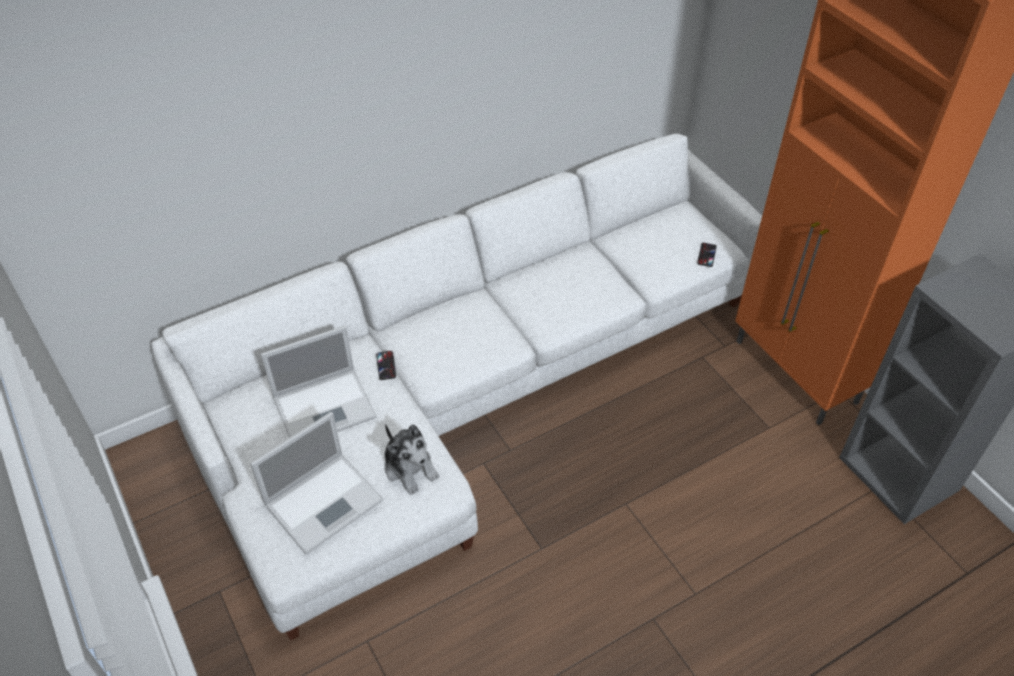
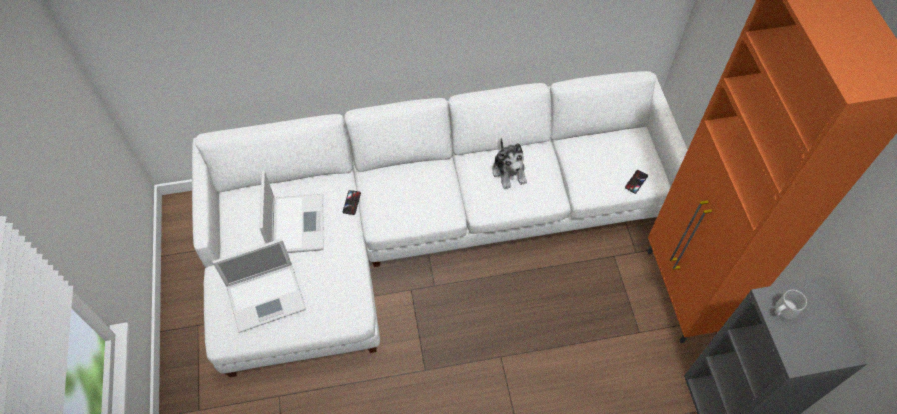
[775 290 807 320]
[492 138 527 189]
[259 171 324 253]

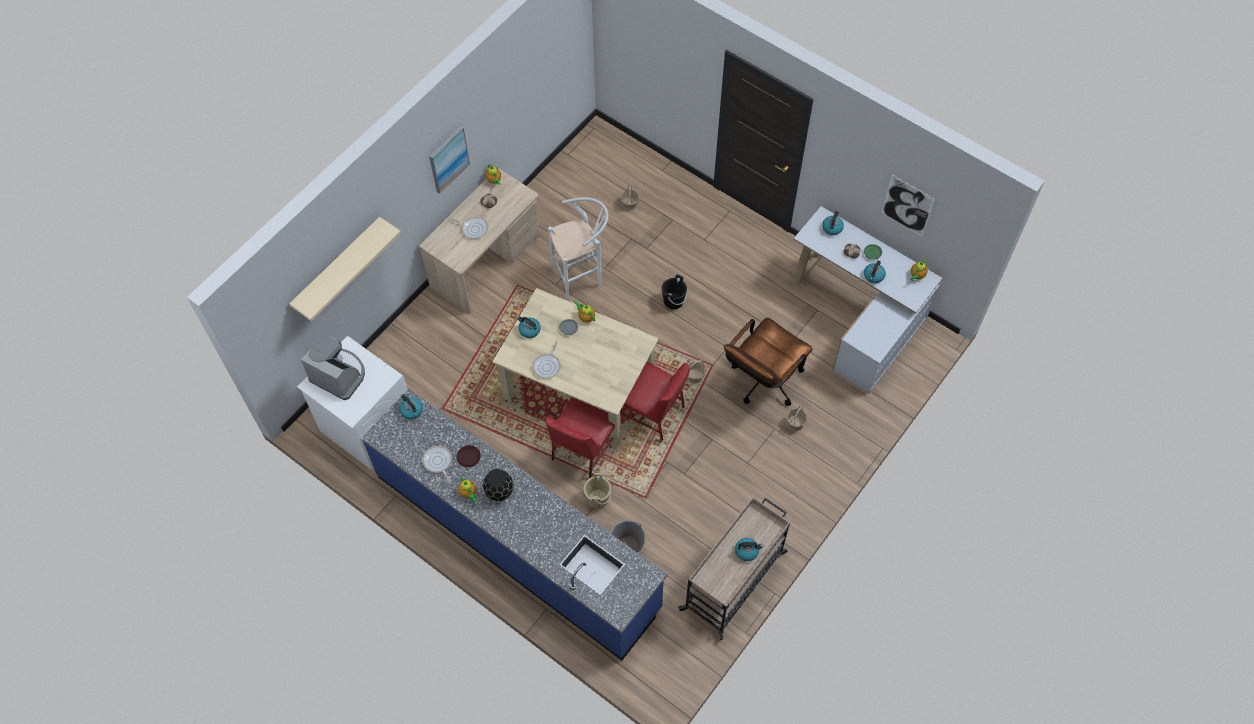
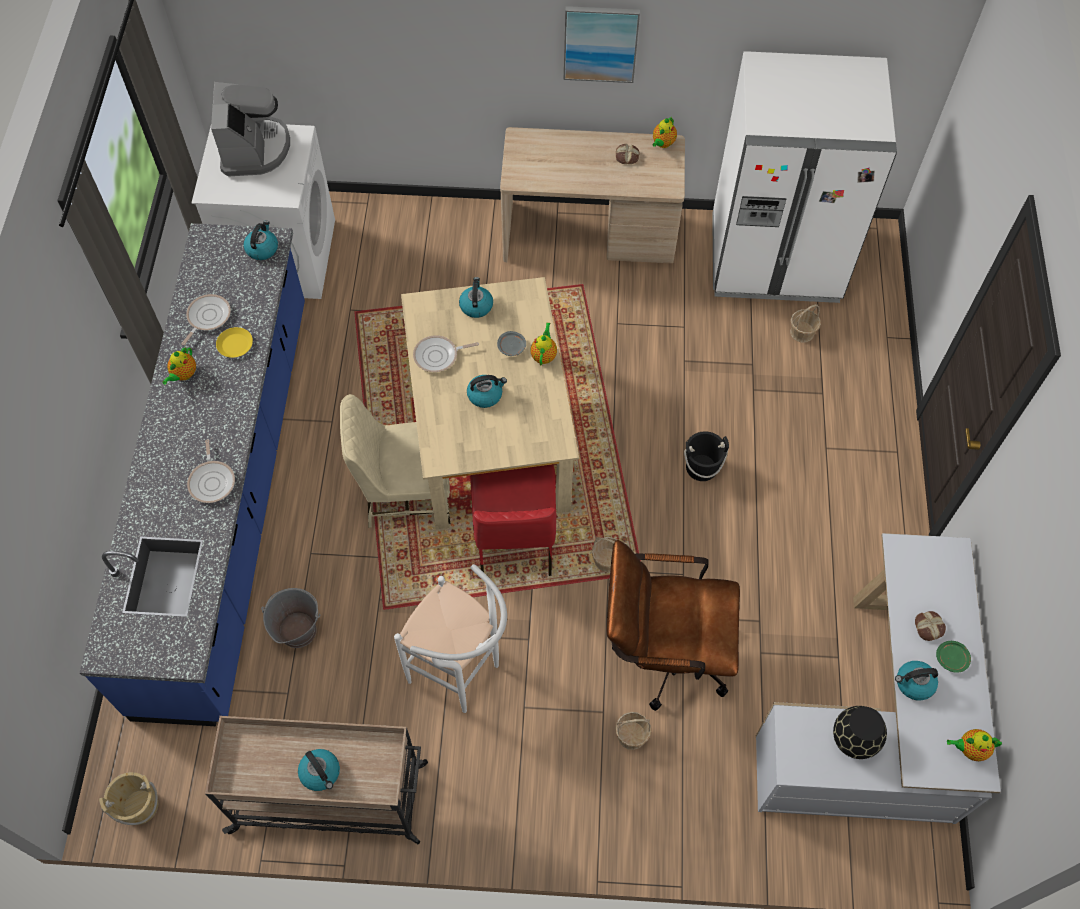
[289 217 401 321] (first image)
[881 175 935 237] (first image)
[712 51 897 303]
[187 439 235 503]
[833 706 887 759]
[394 564 507 713]
[99 772 158 825]
[467 375 507 408]
[216 327 253 358]
[340 394 450 528]

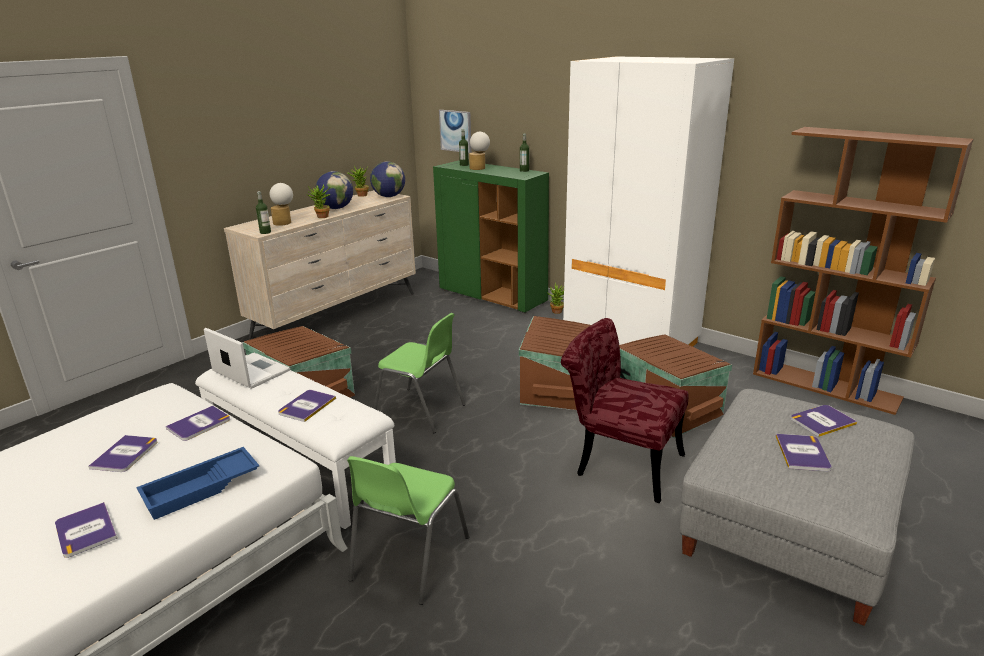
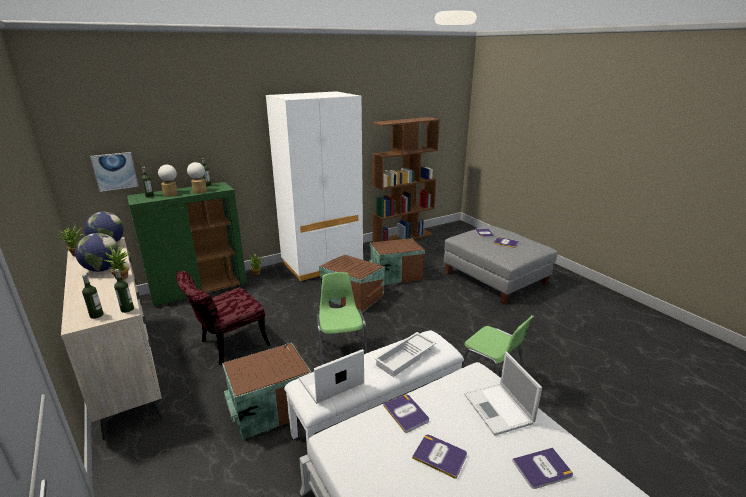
[82 274 104 319]
[187 162 207 194]
[176 271 270 365]
[464 351 542 436]
[374 332 436 377]
[316 272 367 365]

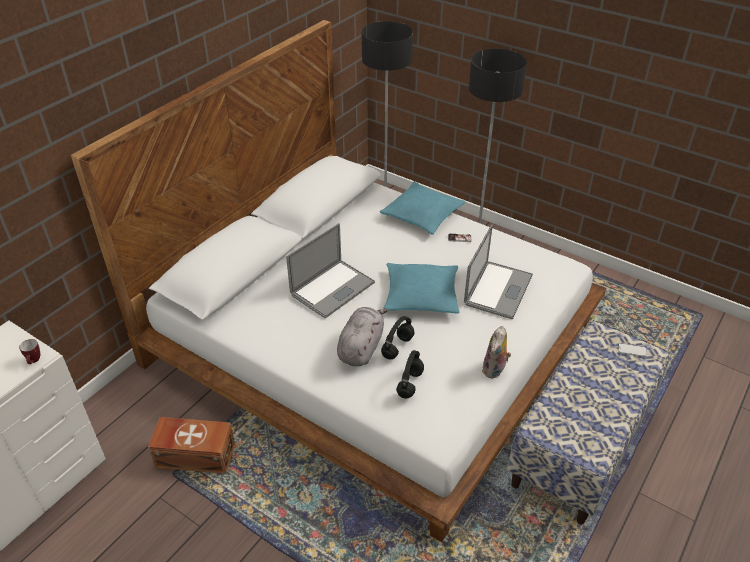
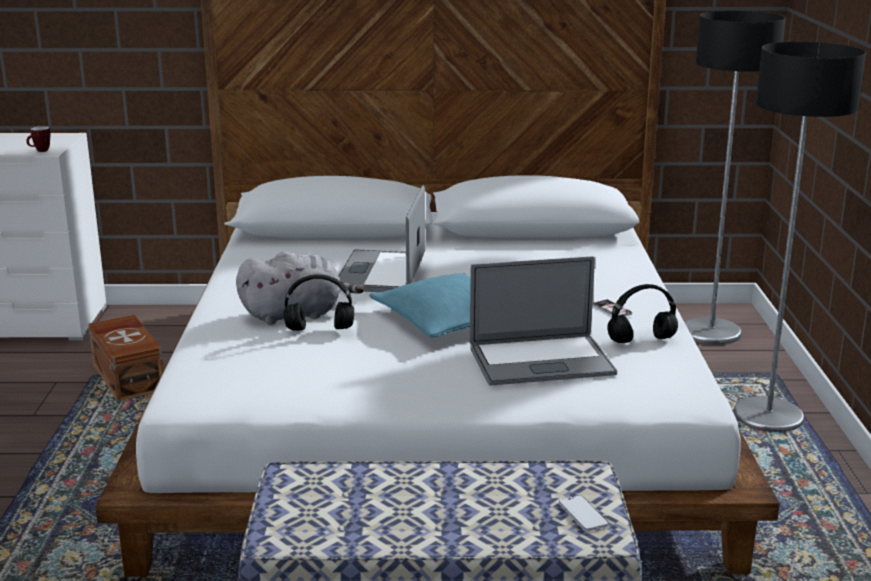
[380 182 465 235] (first image)
[482 326 511 379] (first image)
[607 284 678 343]
[338 186 425 292]

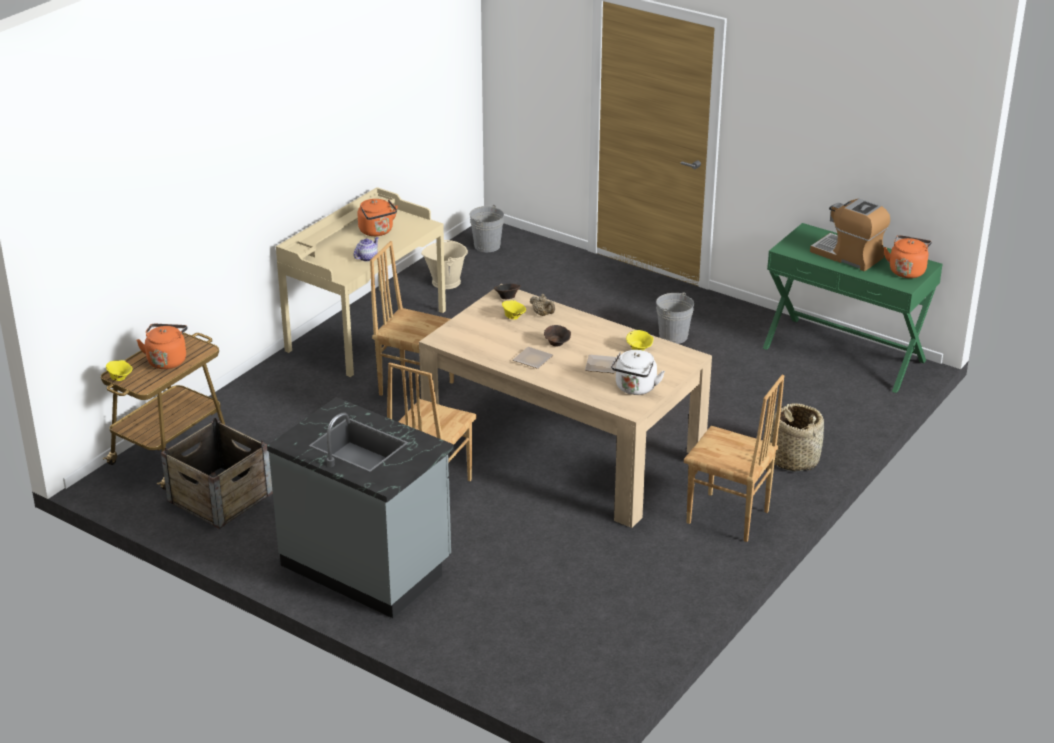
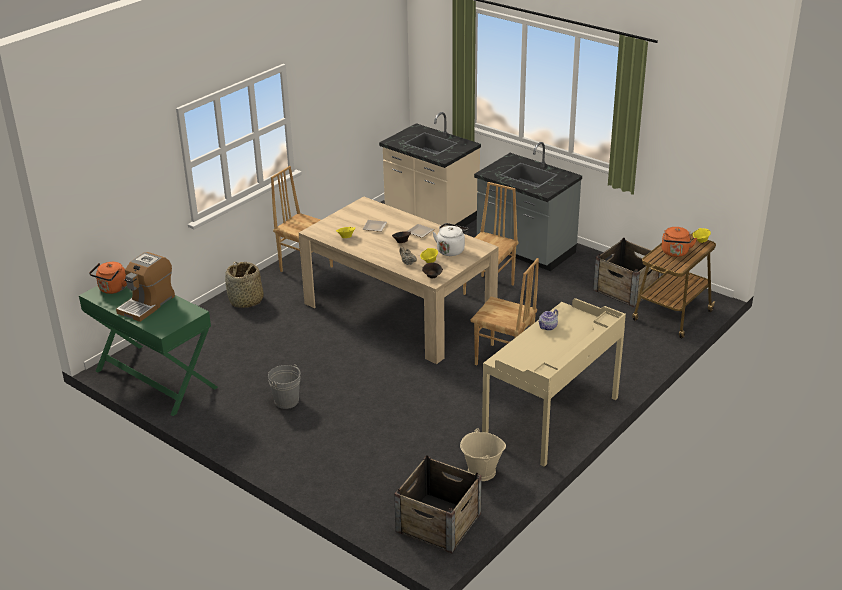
[358 199 398 236] (first image)
[379 112 481 227]
[433 223 469 256]
[394 455 482 553]
[116 252 175 322]

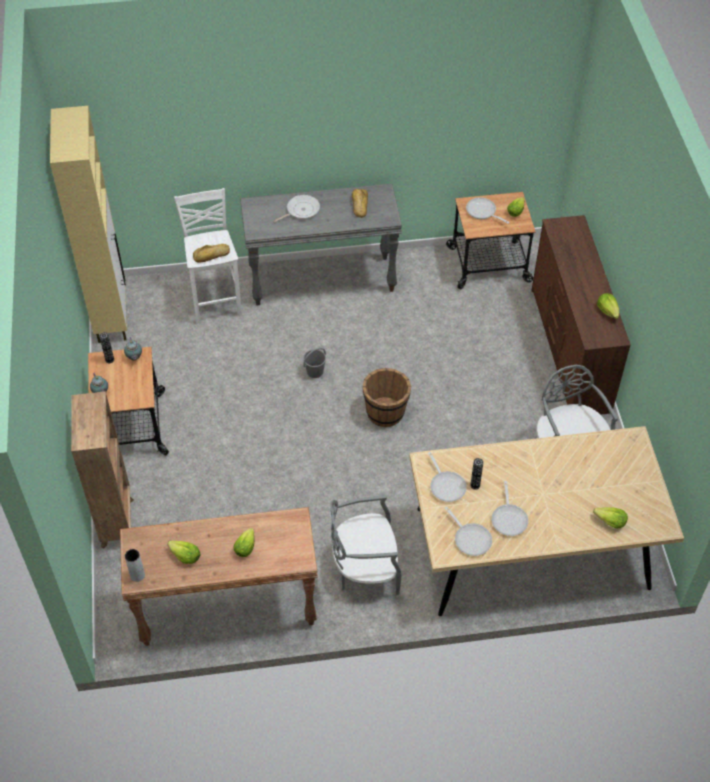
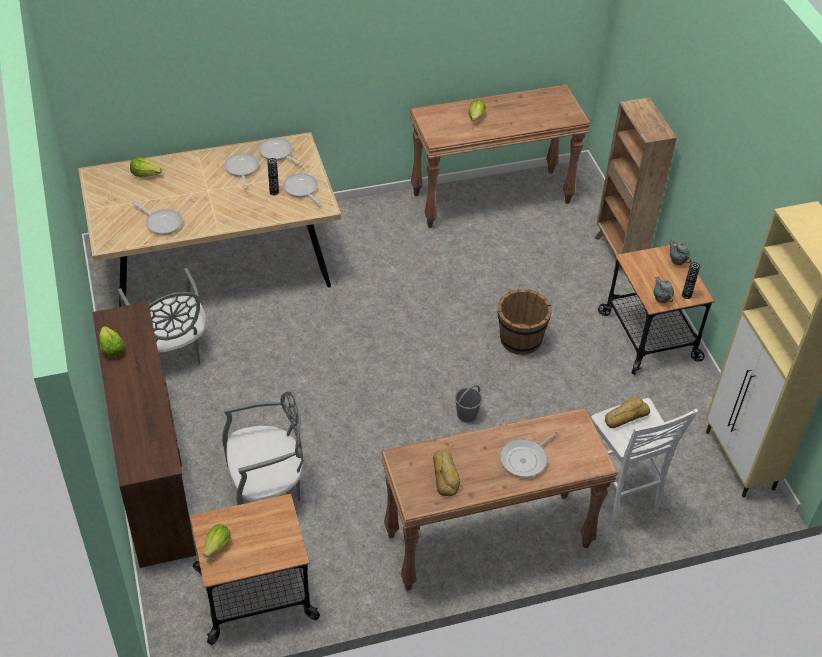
[125 549 145 582] (first image)
[167 541 200 564] (first image)
[222 391 303 505]
[497 289 552 355]
[131 201 183 235]
[381 408 618 591]

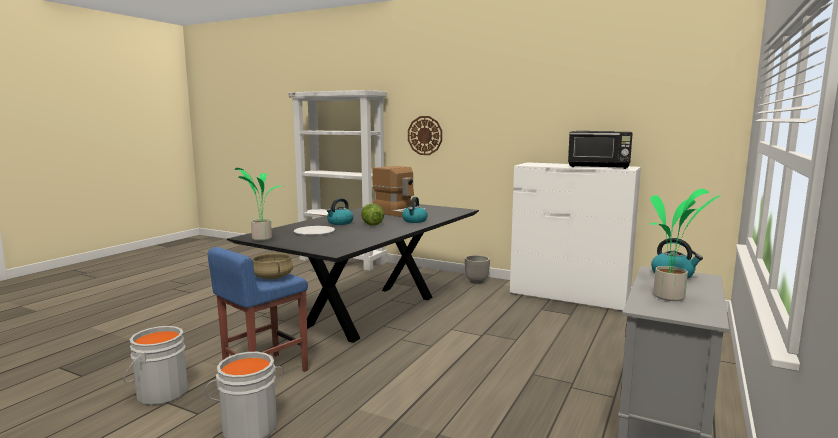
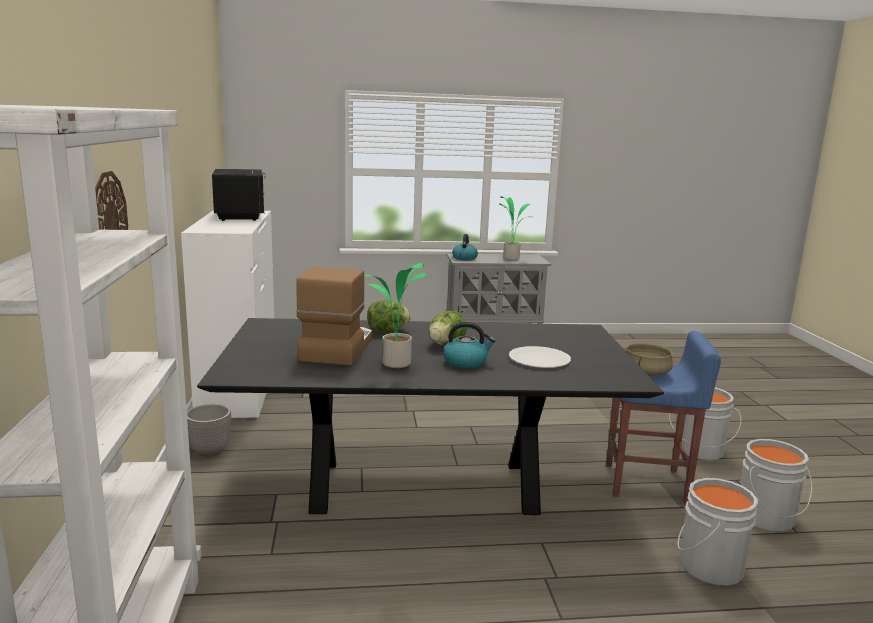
[677 478 758 586]
[364 263 426 368]
[367 300 411 332]

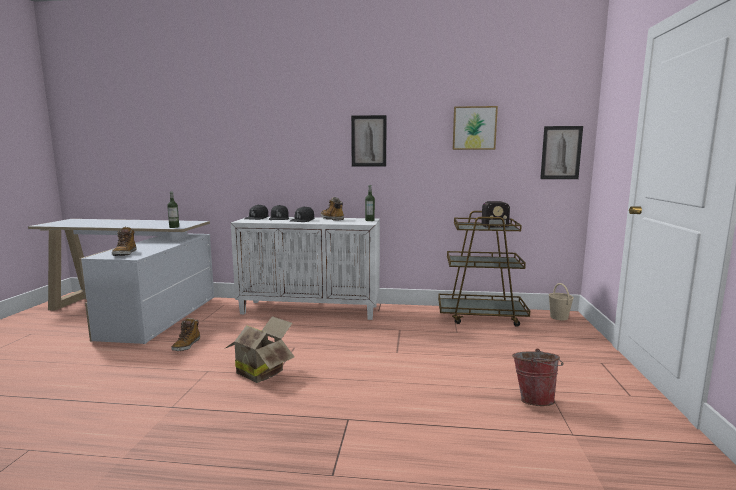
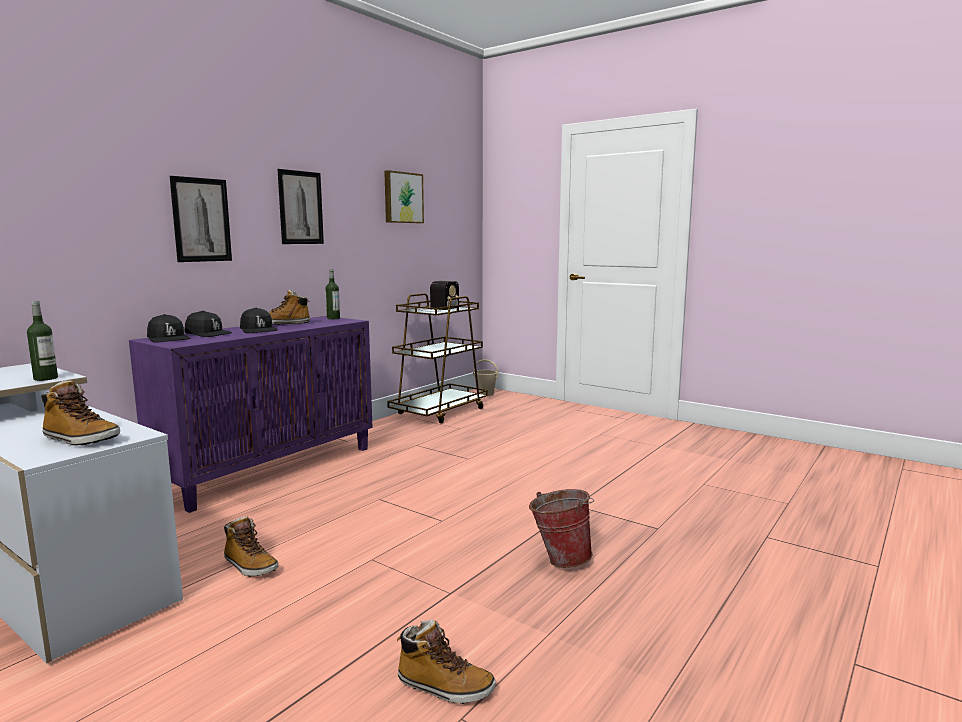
[224 316 295 383] (first image)
[397 620 496 704]
[529 489 594 568]
[170 176 232 262]
[129 316 373 513]

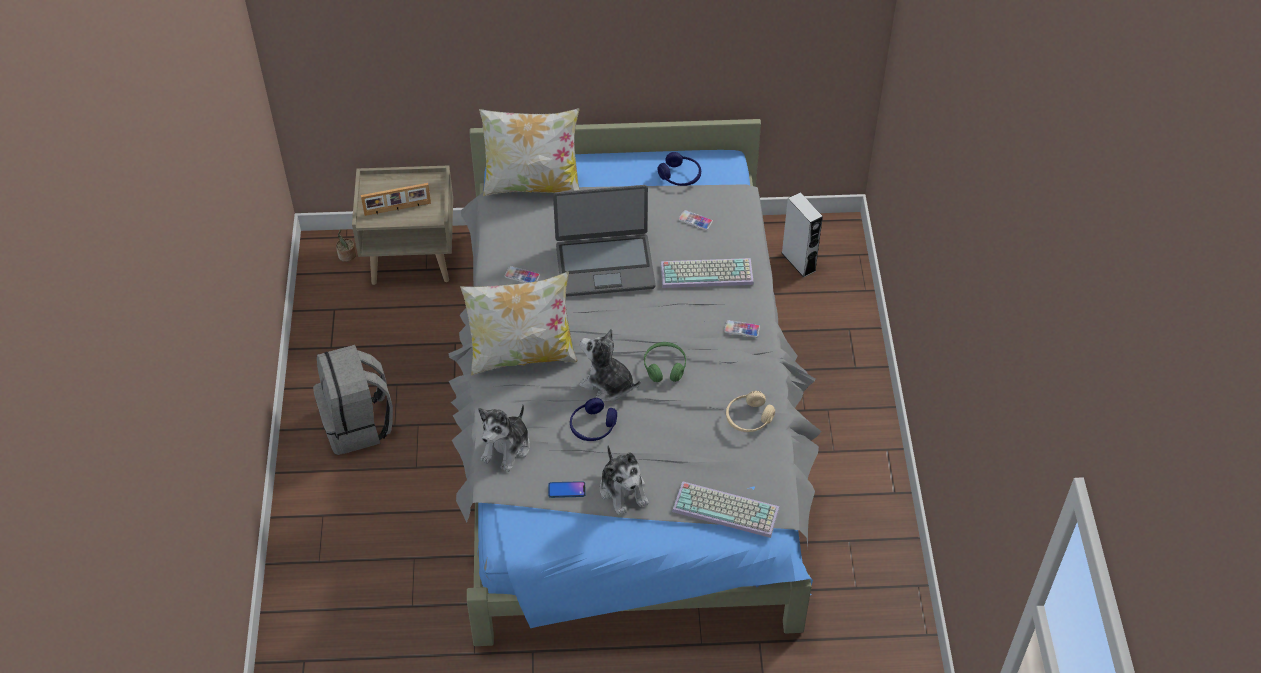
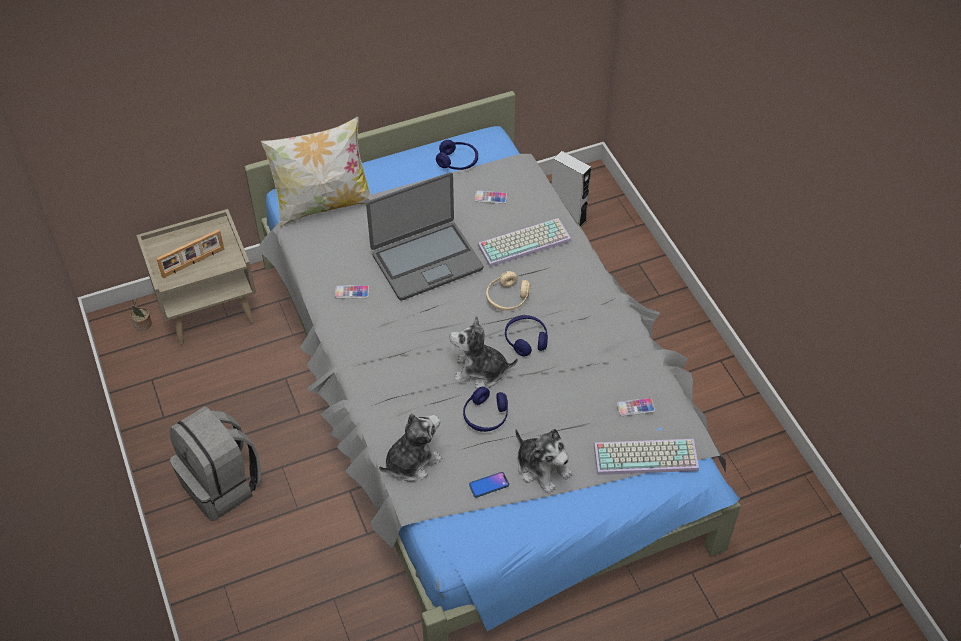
[460 271 577 376] (first image)
[617 398 655 416]
[486 271 530 311]
[505 315 548 357]
[379 413 442 482]

